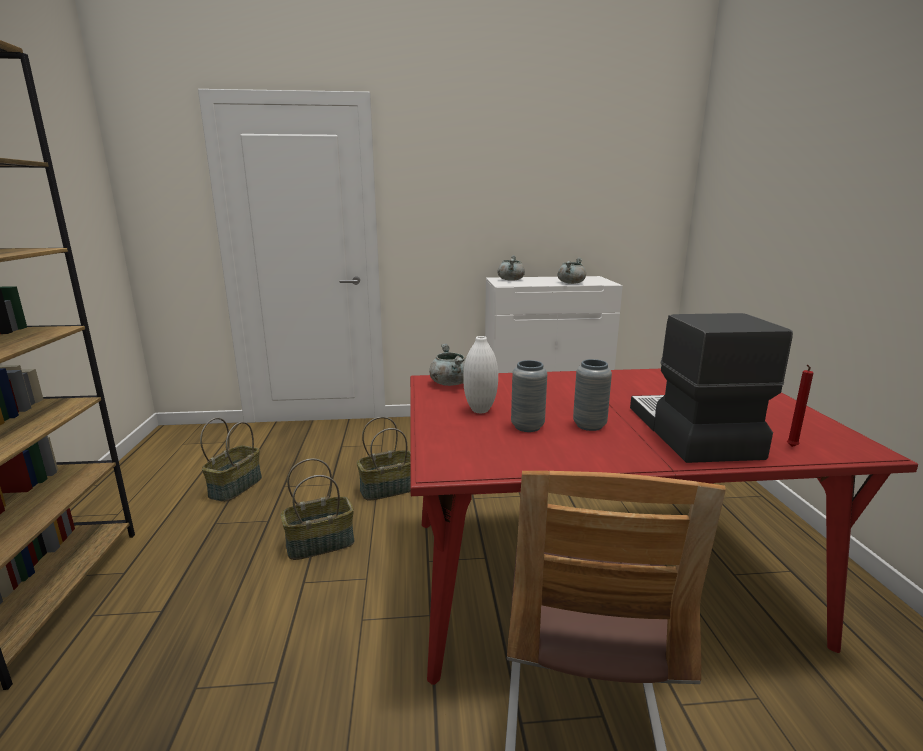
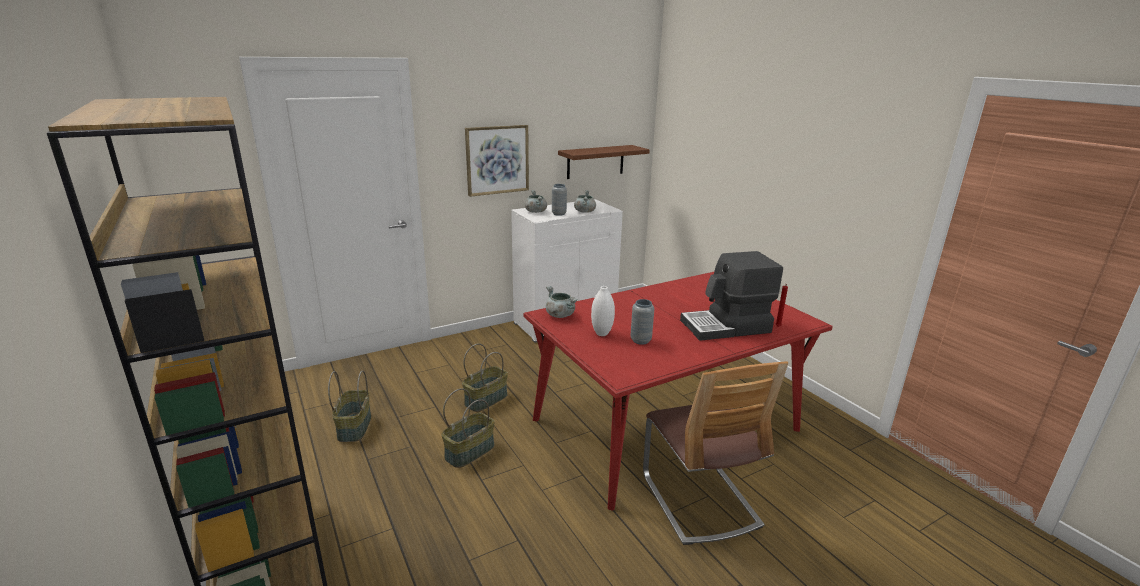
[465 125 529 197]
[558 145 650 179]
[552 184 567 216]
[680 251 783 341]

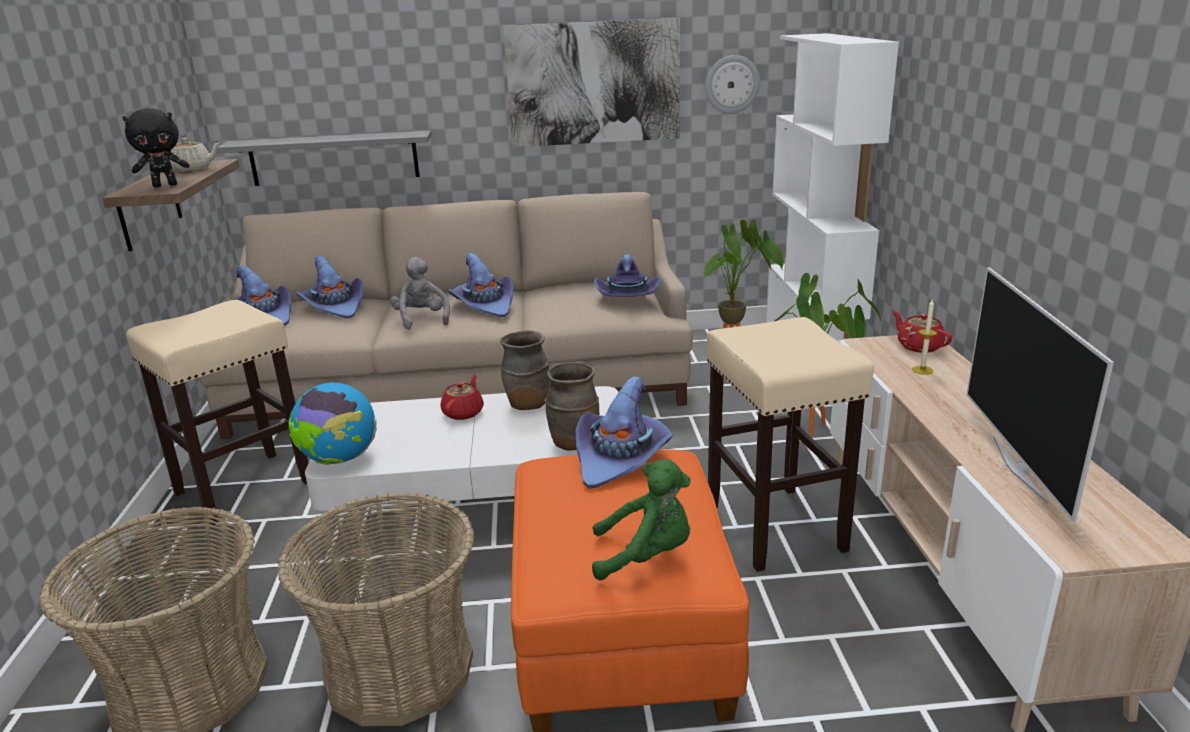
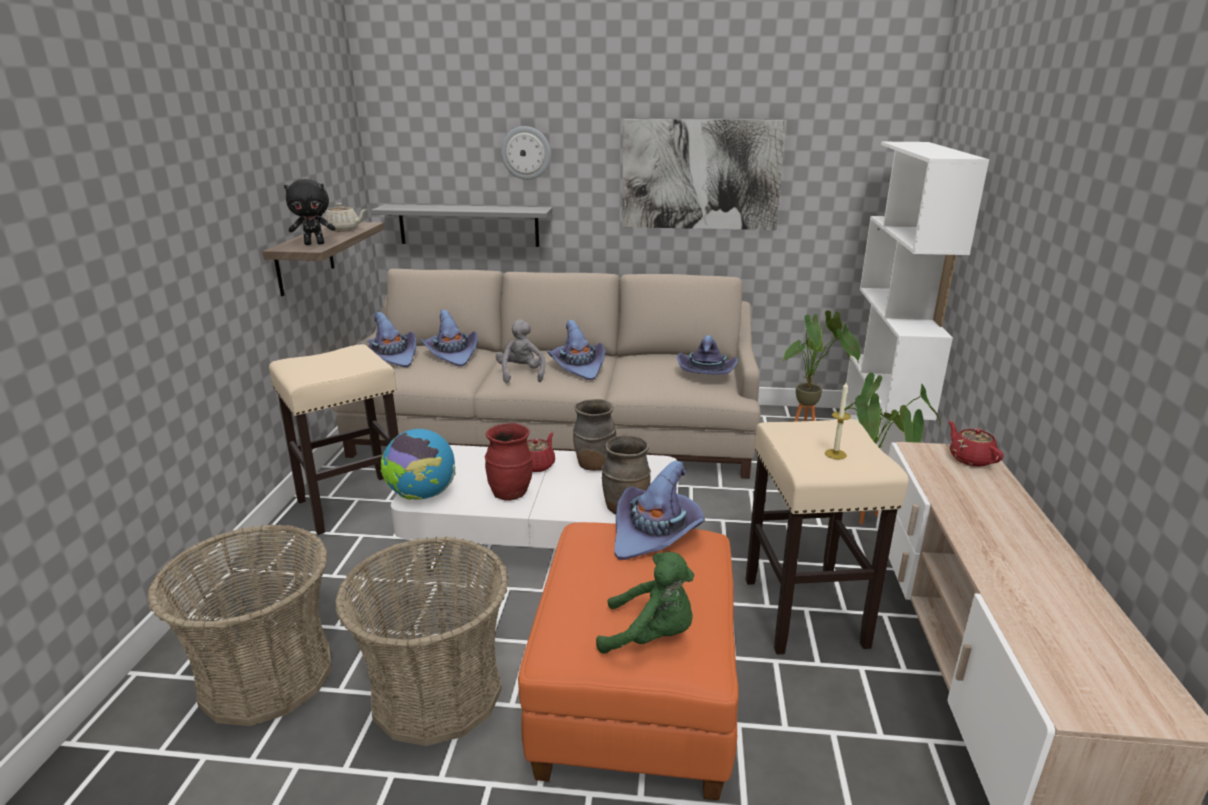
[966 267 1114 522] (first image)
[485 423 532 501]
[501 126 551 180]
[825 382 851 459]

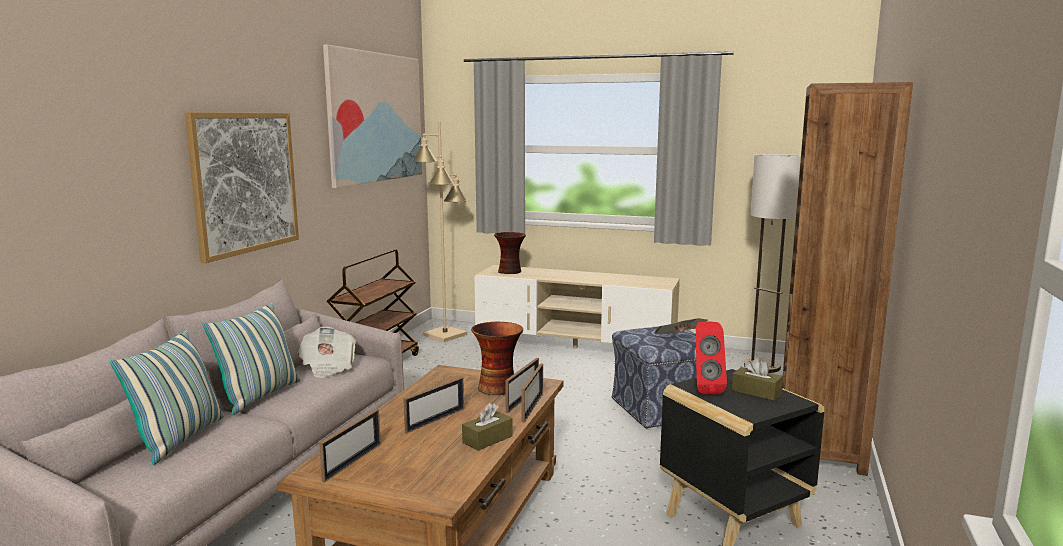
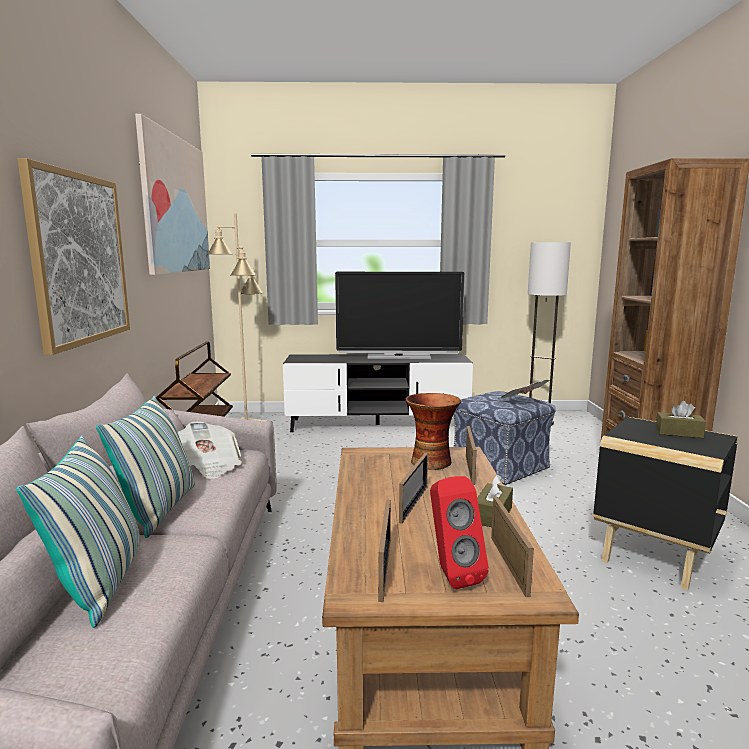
[494 232 526 274] (first image)
[335 272 465 359]
[491 497 534 597]
[430 476 489 589]
[283 354 473 432]

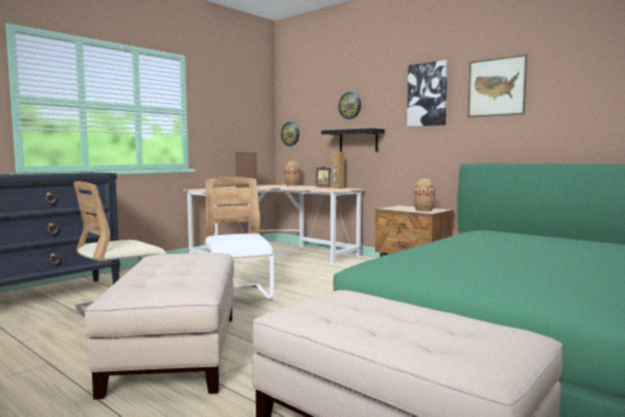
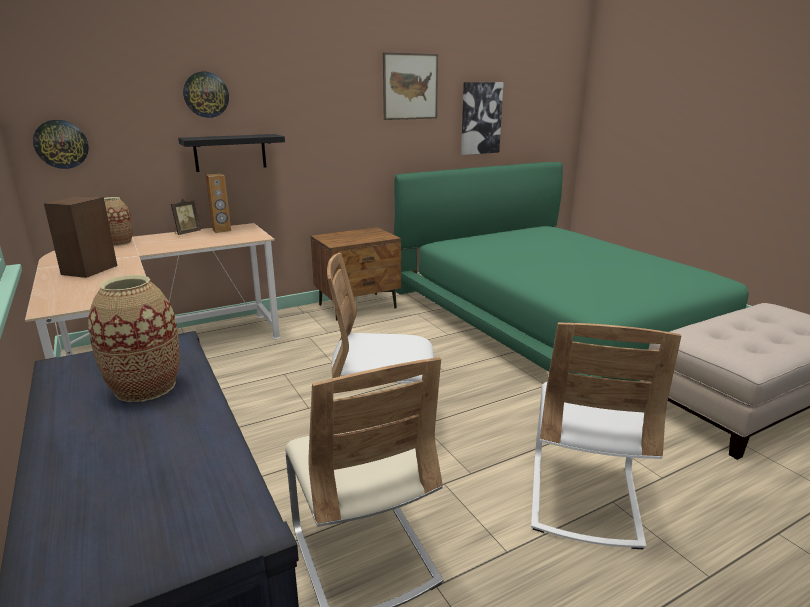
[461 82 504 155]
[88 275 180 402]
[531 322 681 549]

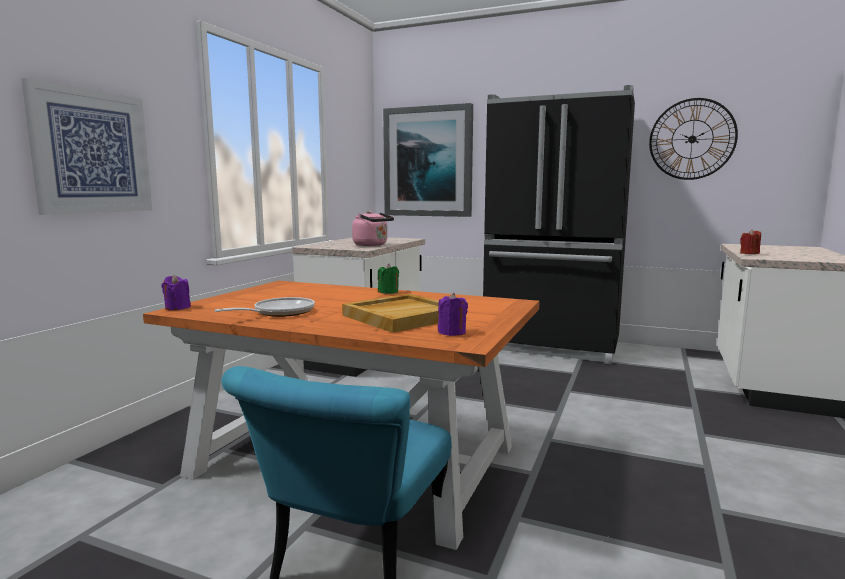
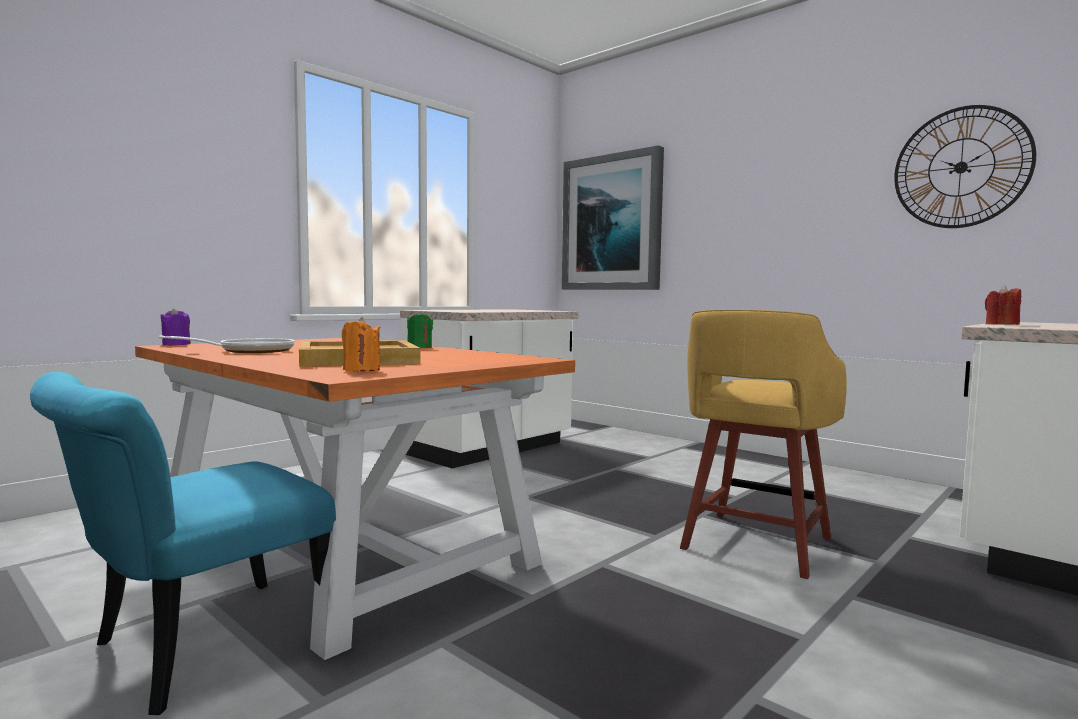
[21 78 152 215] (first image)
[352 211 394 246] (first image)
[483 85 635 364] (first image)
[680 309 847 579]
[342 317 380 372]

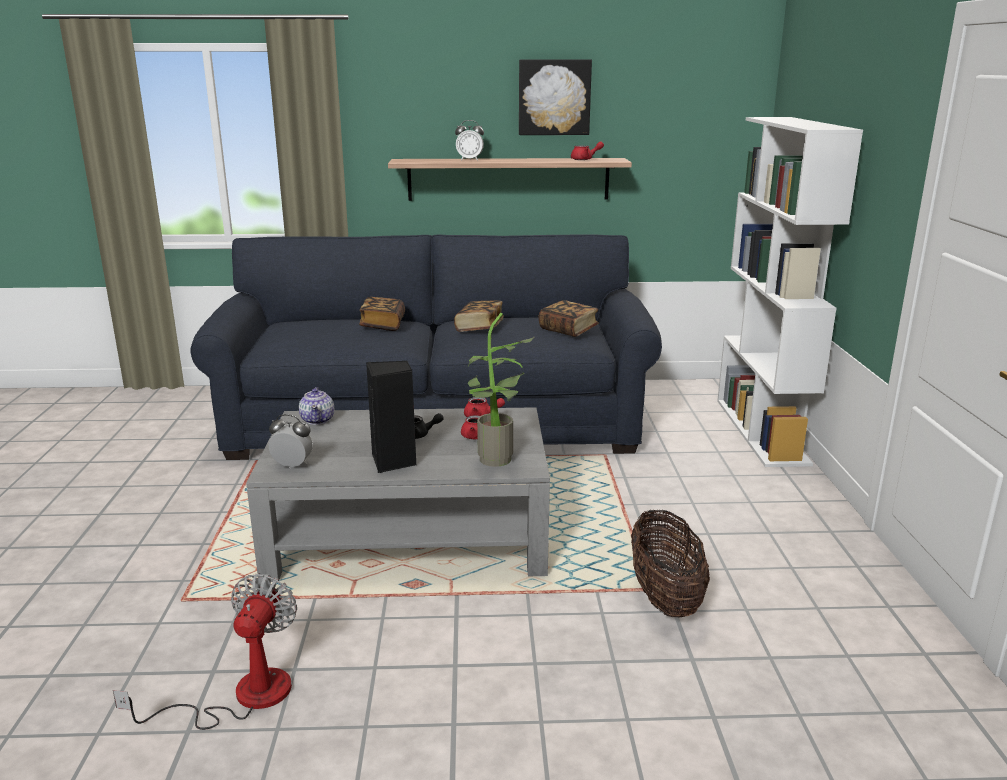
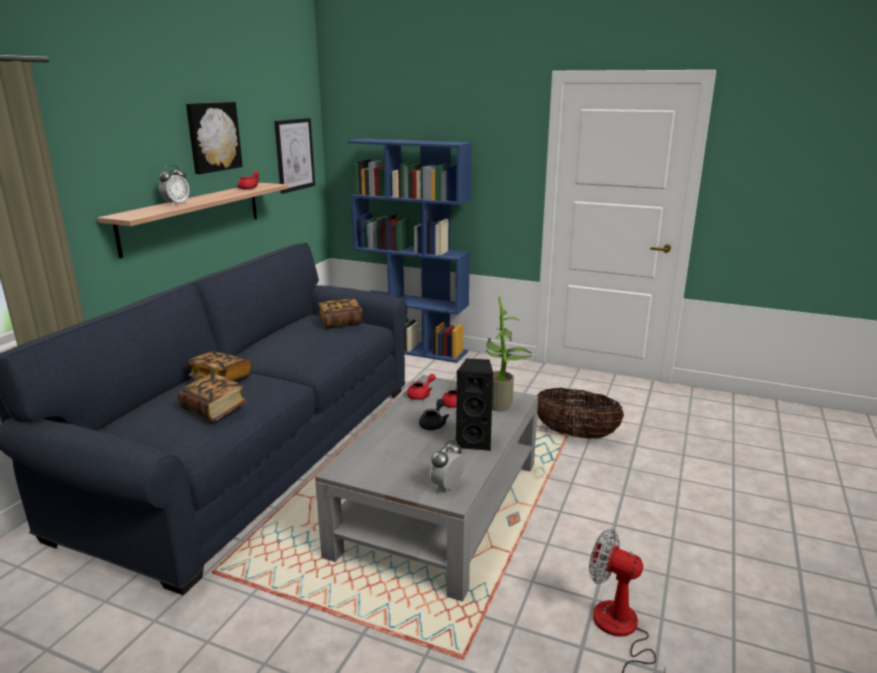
[299 387 334 425] (first image)
[274 118 315 194]
[178 373 247 422]
[348 138 472 363]

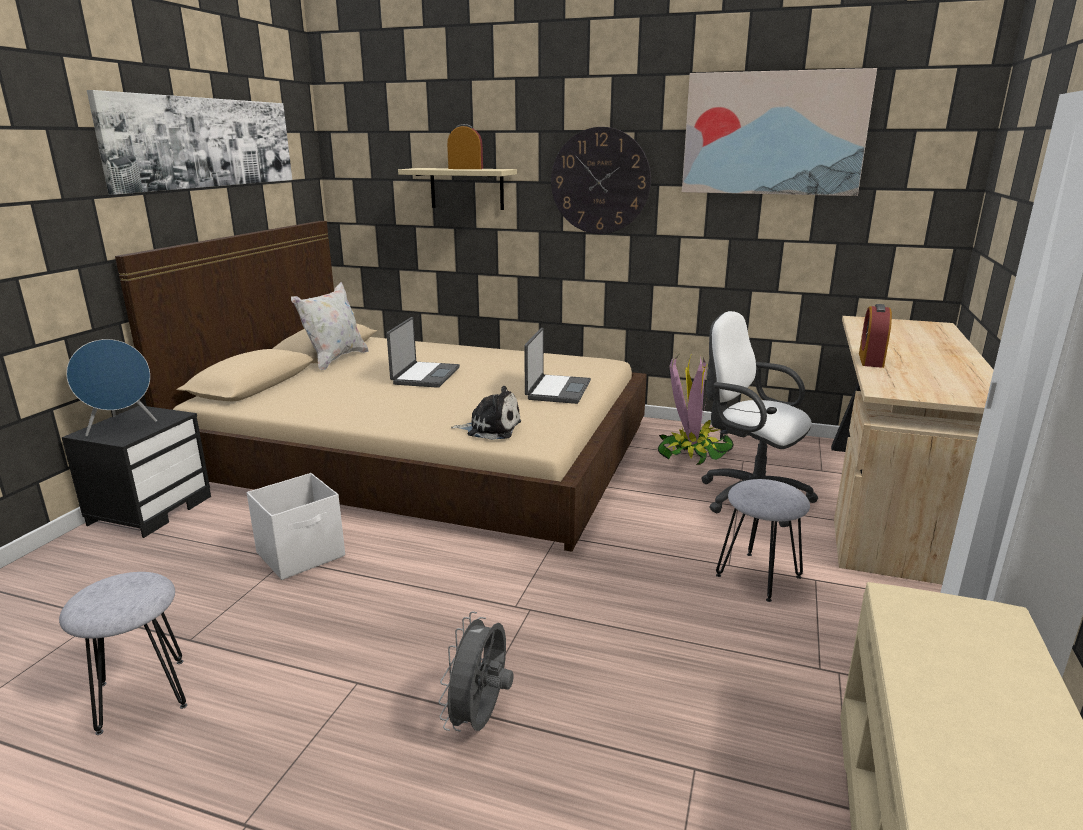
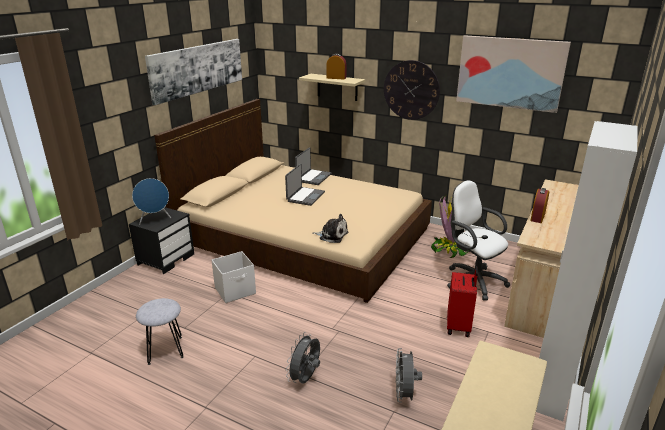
[291 282 369 370] (first image)
[396 348 422 403]
[295 147 332 185]
[447 266 478 337]

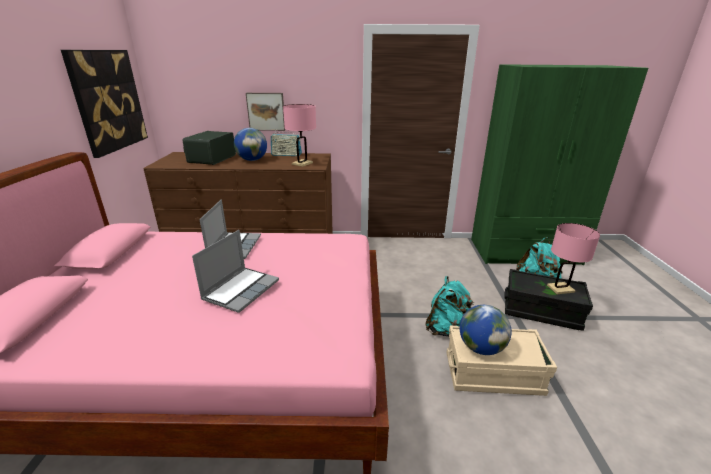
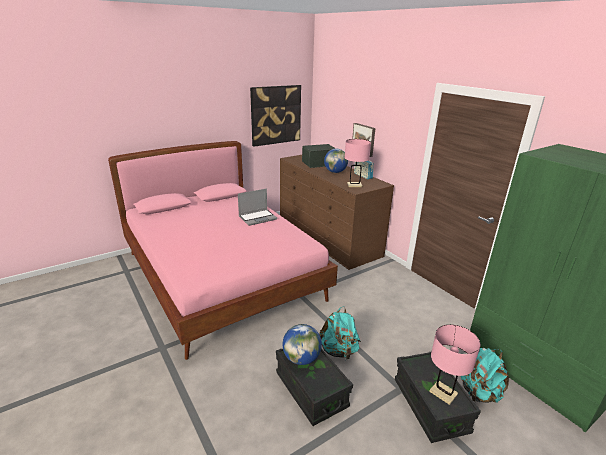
[192 230 279 313] (first image)
[276 348 353 426]

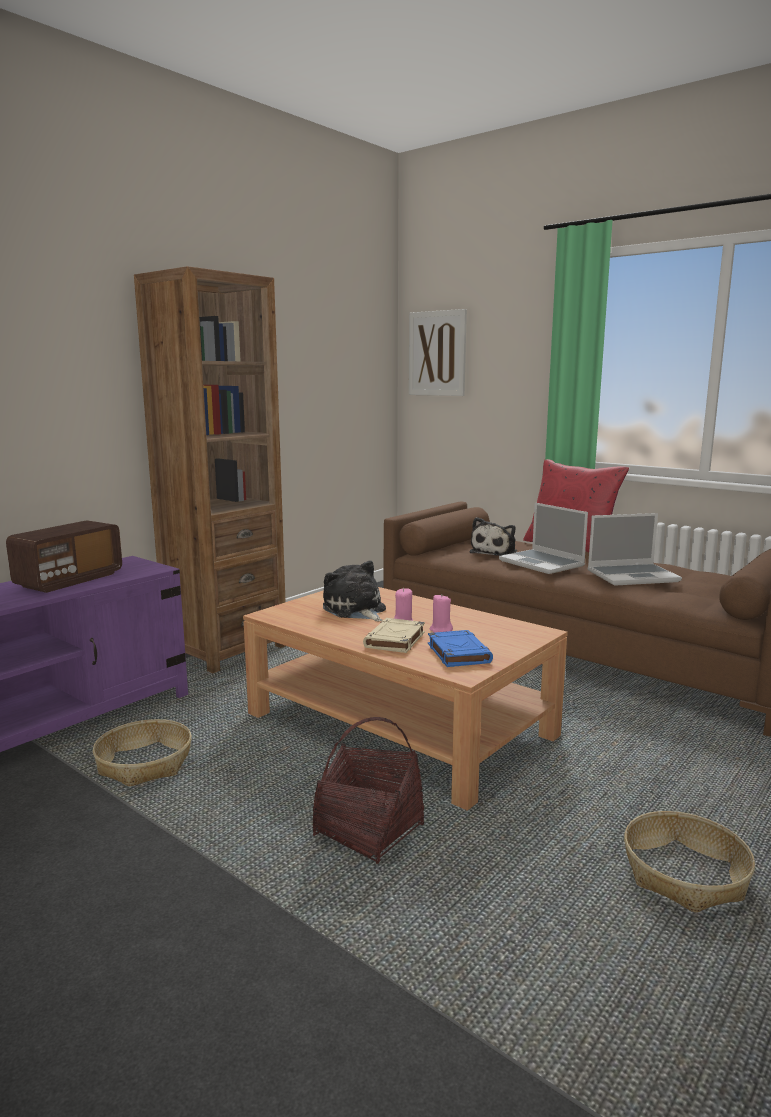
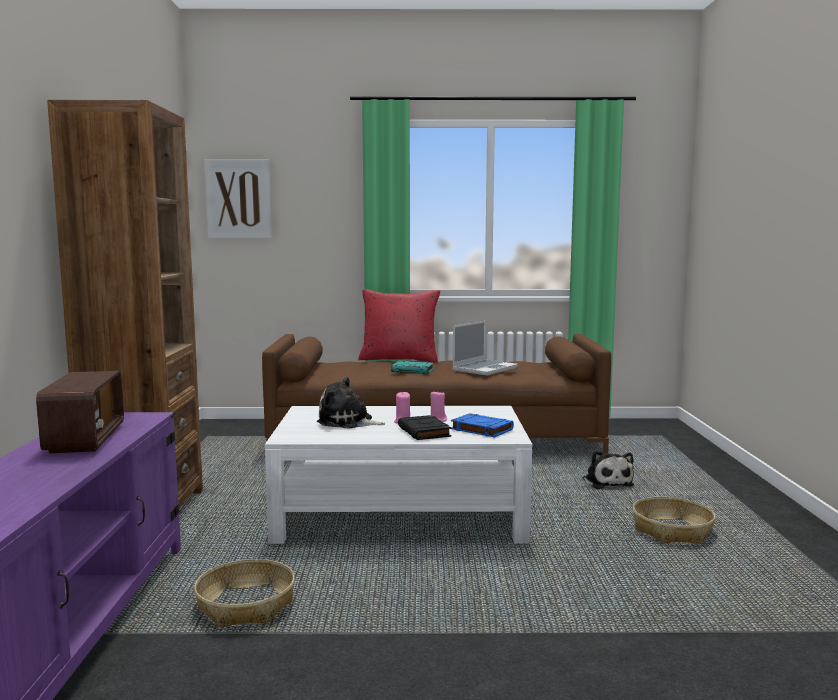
[313 717 424 864] (first image)
[583 450 634 489]
[391 361 434 374]
[265 406 532 544]
[398 415 451 440]

